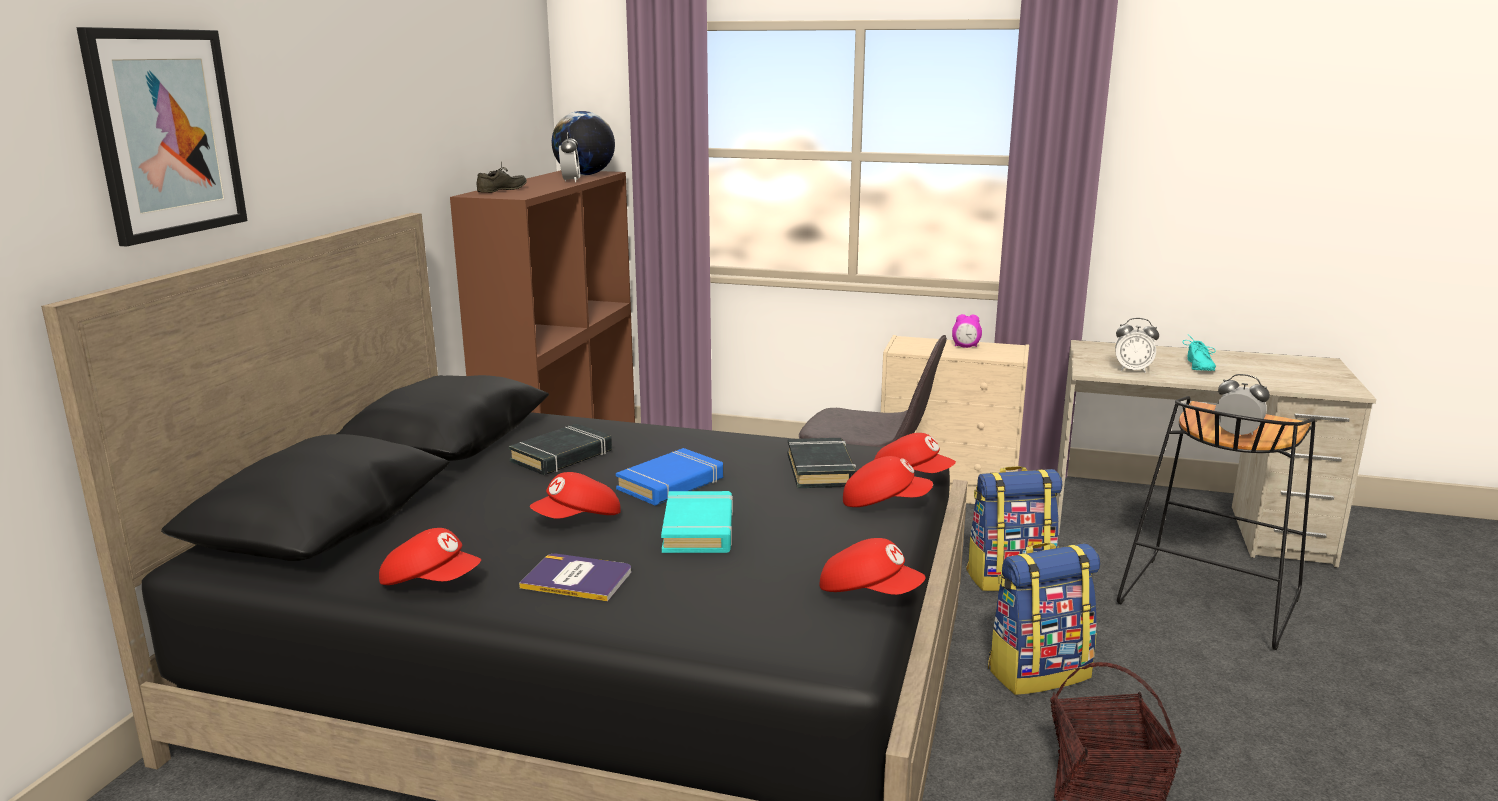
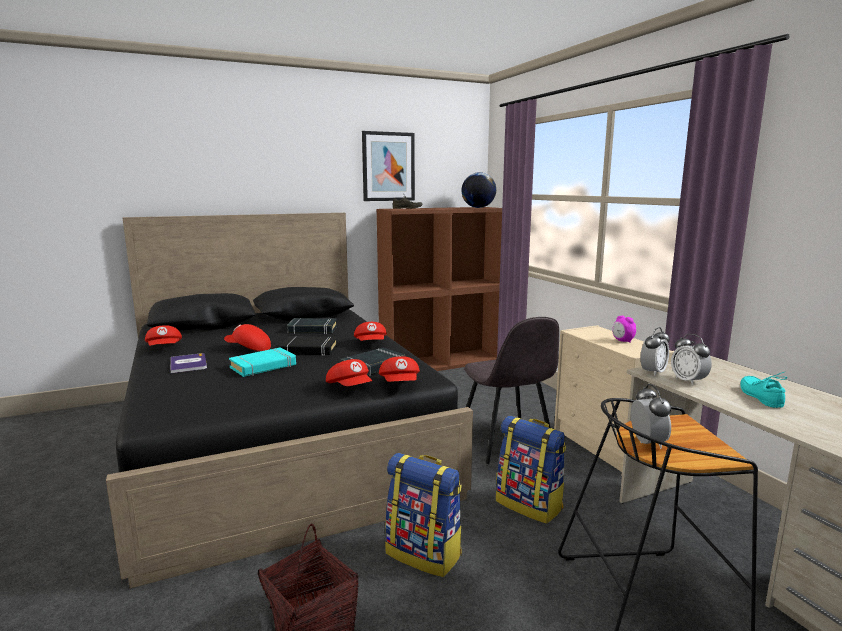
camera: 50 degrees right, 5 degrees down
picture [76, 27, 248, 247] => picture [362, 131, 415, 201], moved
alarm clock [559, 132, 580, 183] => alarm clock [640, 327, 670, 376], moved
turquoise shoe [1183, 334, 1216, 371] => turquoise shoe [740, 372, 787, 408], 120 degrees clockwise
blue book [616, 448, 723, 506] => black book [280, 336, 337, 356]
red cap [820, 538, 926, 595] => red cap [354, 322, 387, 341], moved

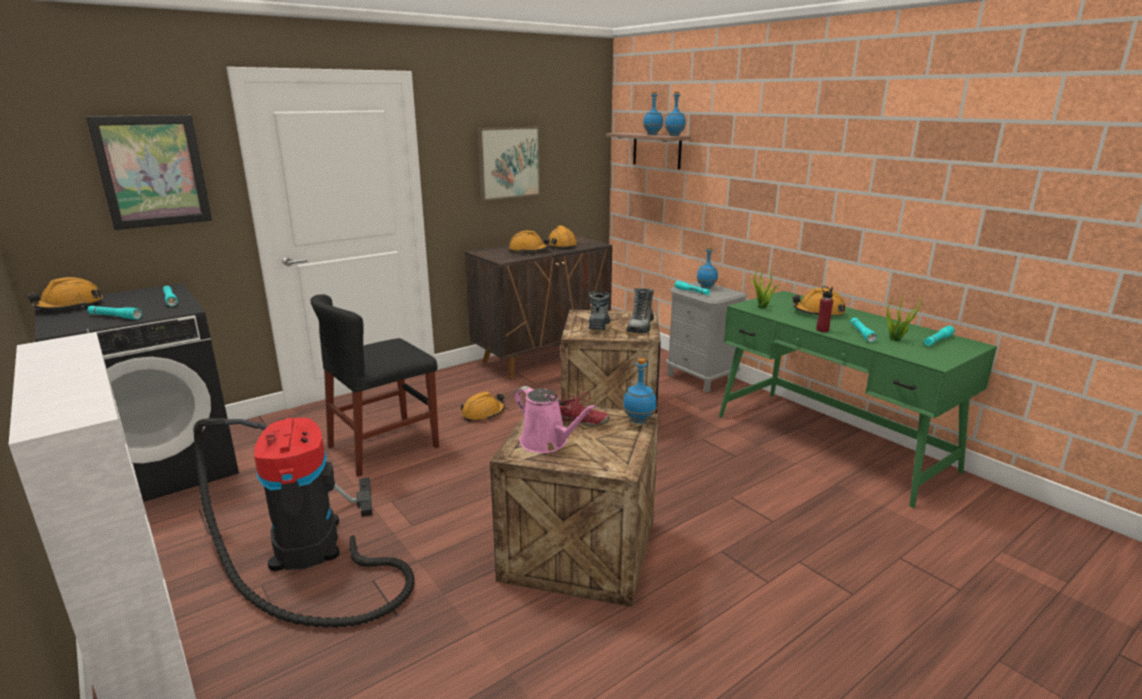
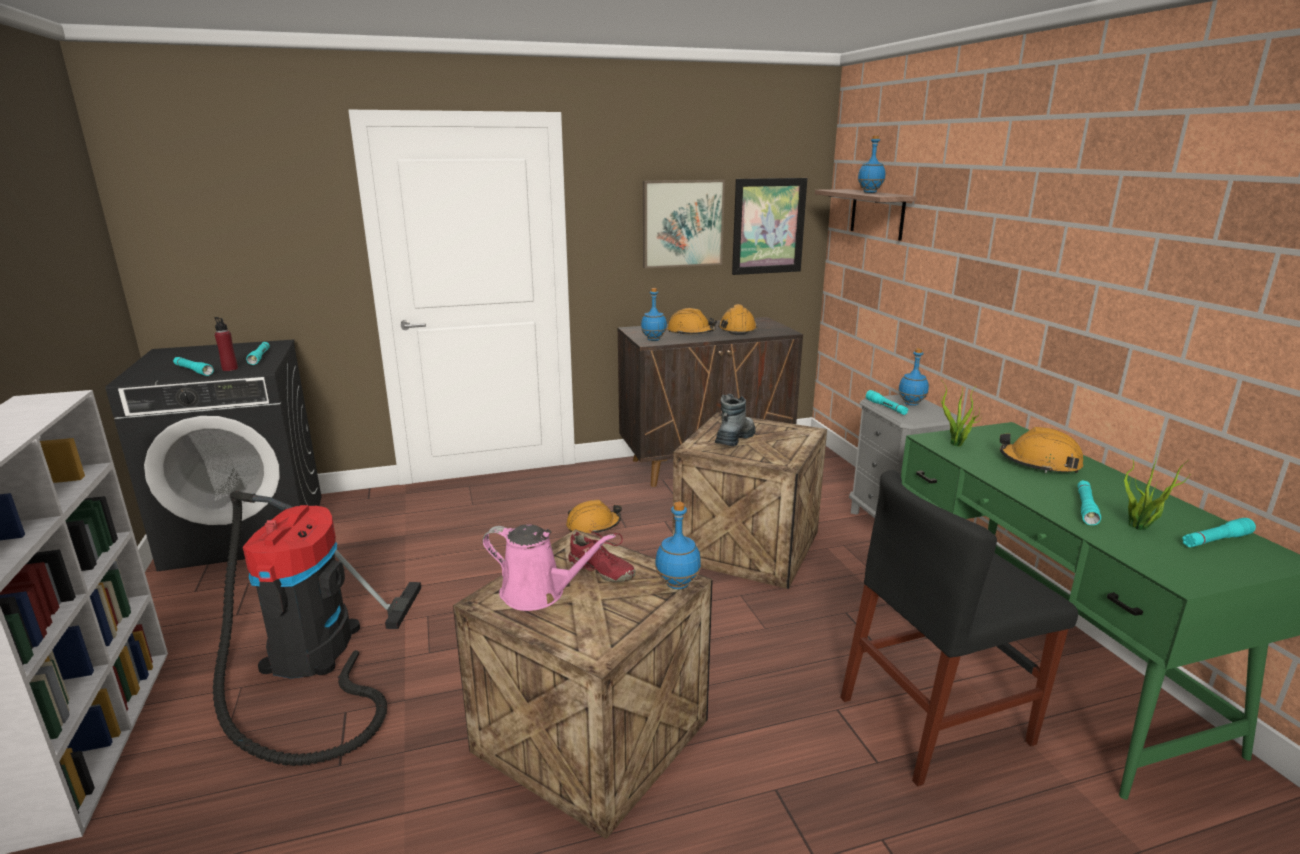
camera: 20 degrees right, 0 degrees up
blue bottle [665, 91, 686, 136] => blue bottle [641, 288, 667, 341], moved
picture [86, 115, 212, 230] => picture [732, 178, 807, 275], moved
orange hard hat [27, 277, 103, 309] => nothing
red bottle [816, 286, 833, 332] => red bottle [215, 317, 238, 371], moved
boot [626, 288, 654, 333] => nothing
black chair [310, 294, 439, 477] => black chair [840, 470, 1078, 786], moved
pink watering can [514, 386, 597, 453] => pink watering can [483, 524, 615, 611], 45 degrees counterclockwise

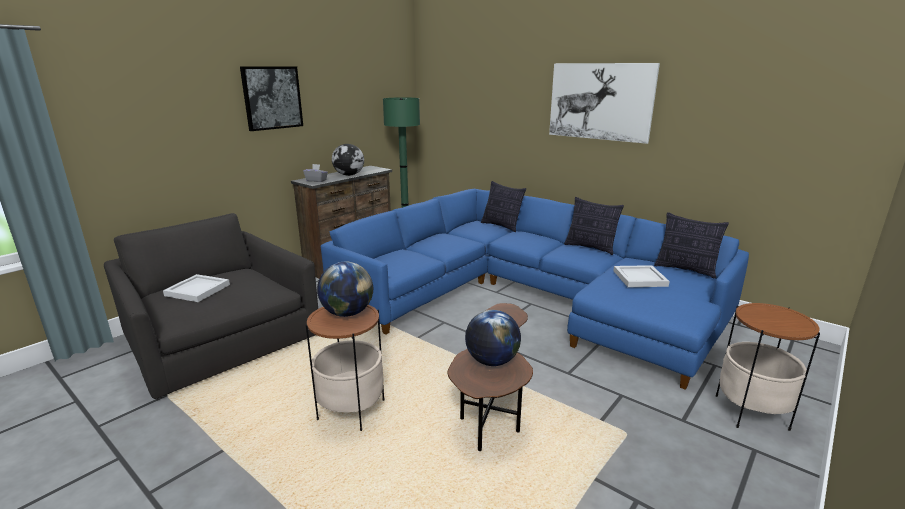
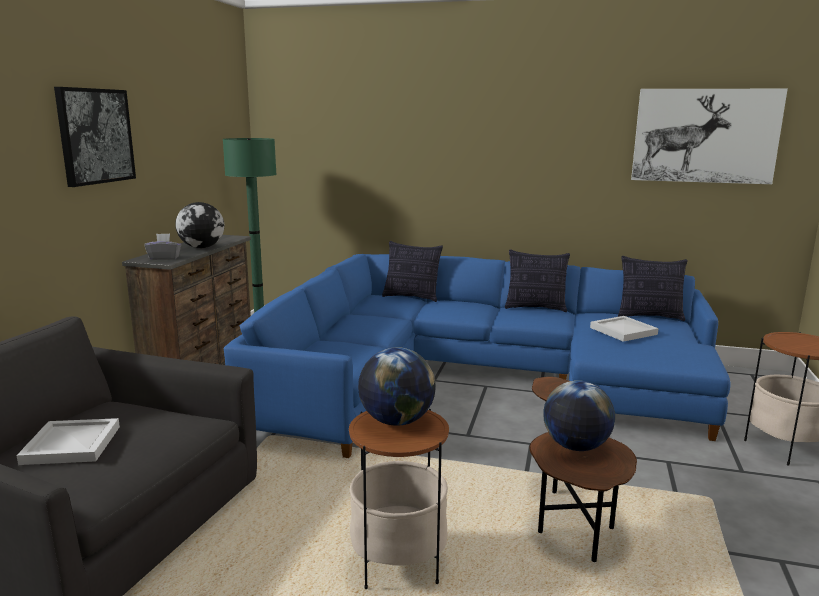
camera: 25 degrees left, 5 degrees down
picture [549, 63, 660, 144] => picture [631, 89, 788, 184], moved

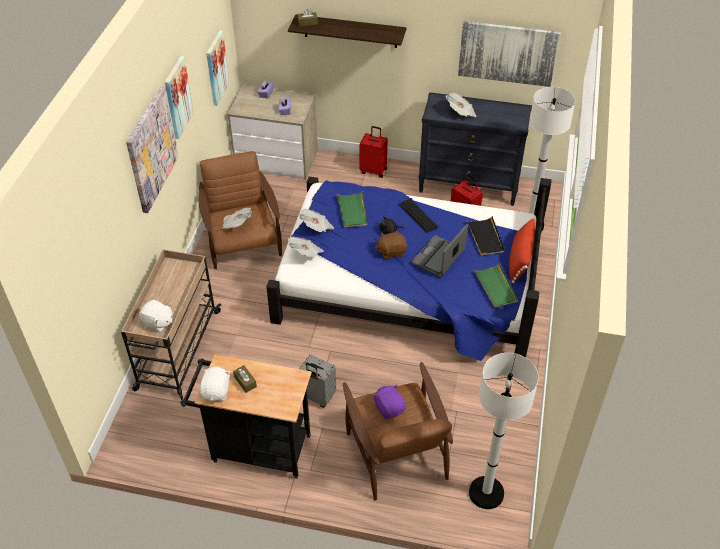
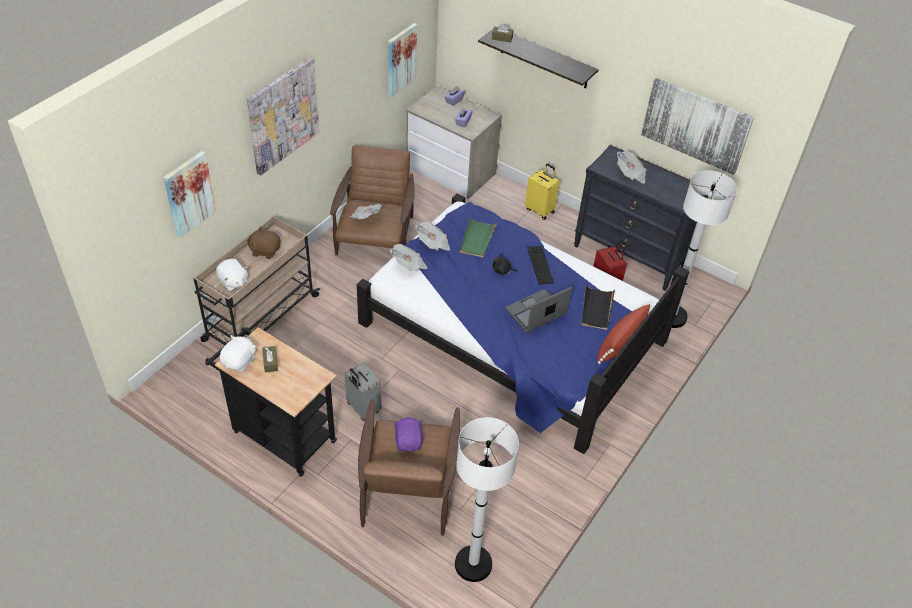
camera: 20 degrees right, 0 degrees up
picture [165, 56, 194, 139] => picture [163, 151, 216, 238], moved
red suitcase [359, 126, 388, 178] => yellow suitcase [525, 164, 560, 220]
brown plush toy [375, 232, 407, 260] => brown plush toy [247, 228, 281, 259], moved
green tray [473, 263, 518, 308] => nothing

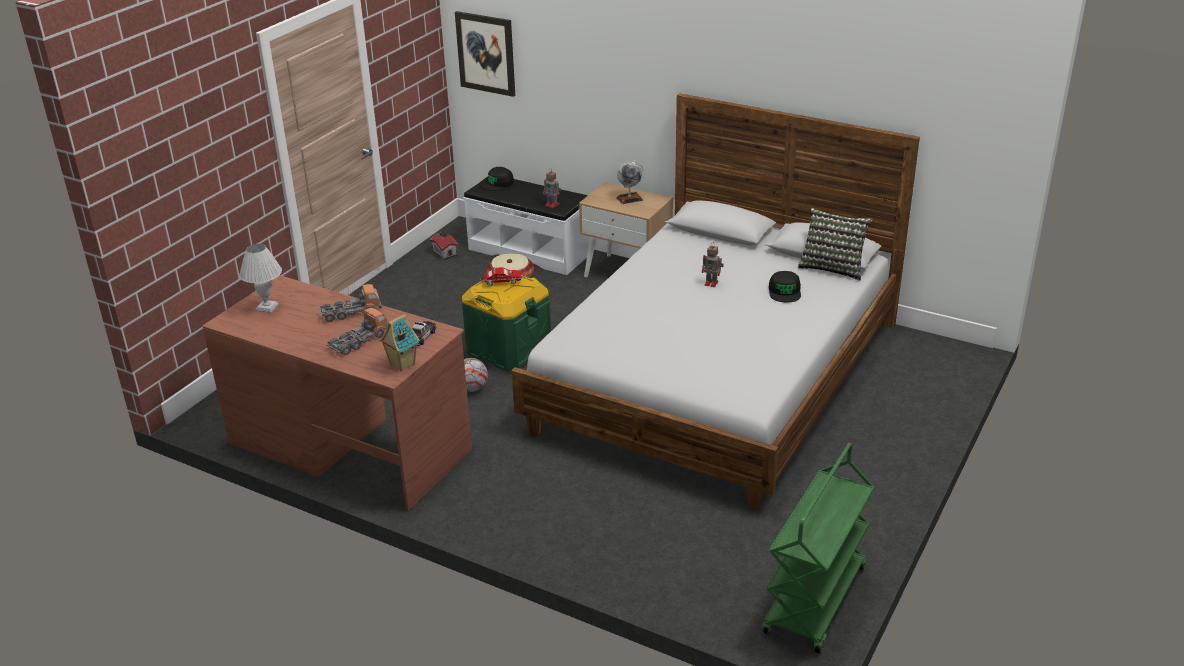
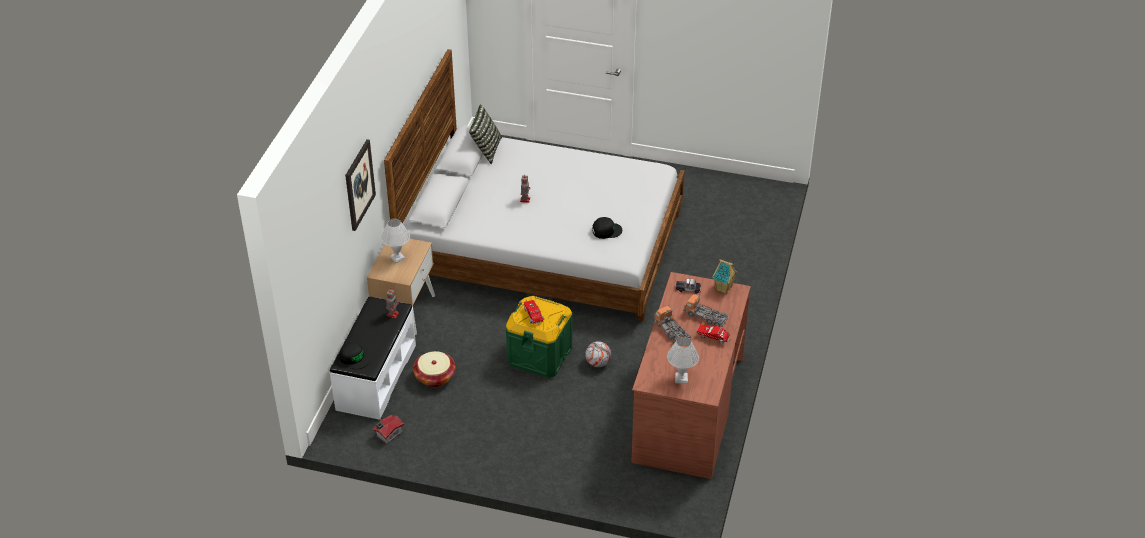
camera: 105 degrees left, 10 degrees up
picture [455, 11, 515, 97] => picture [345, 139, 376, 231], moved
globe [617, 160, 643, 204] => white table lamp [381, 218, 410, 263]
black cap [769, 271, 801, 303] => black cap [592, 217, 622, 239], moved
green cart [762, 443, 874, 653] => nothing
nothing => toy truck [697, 324, 731, 344]

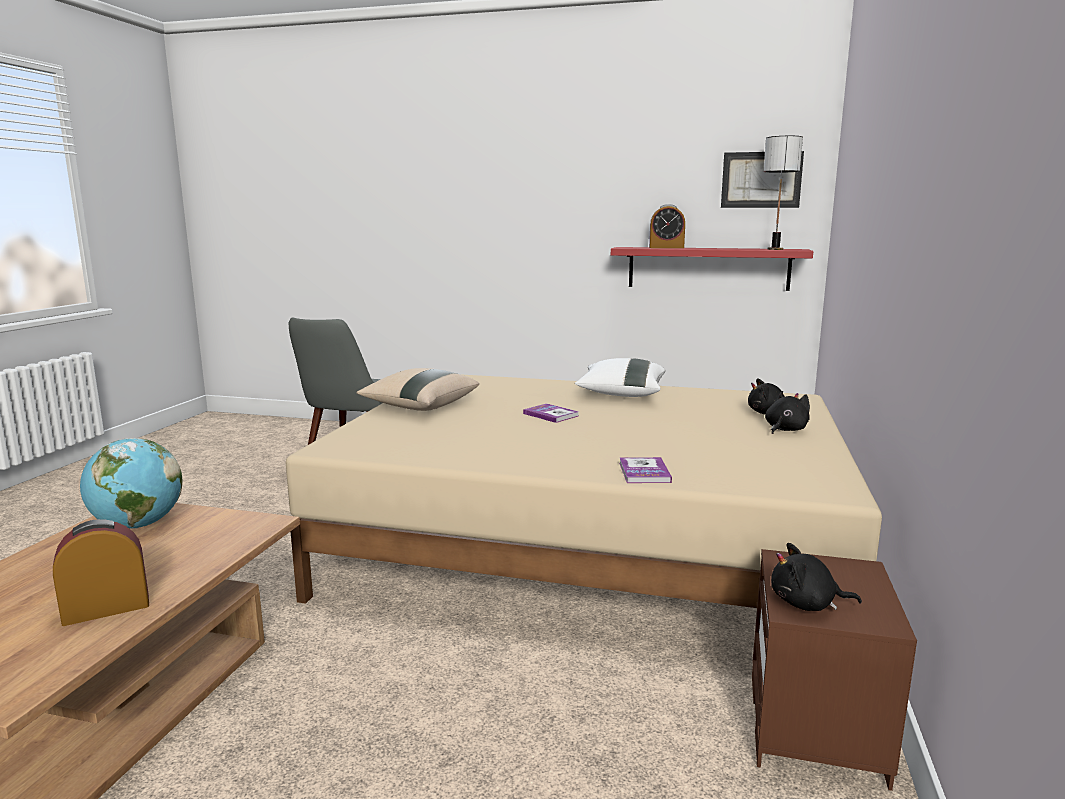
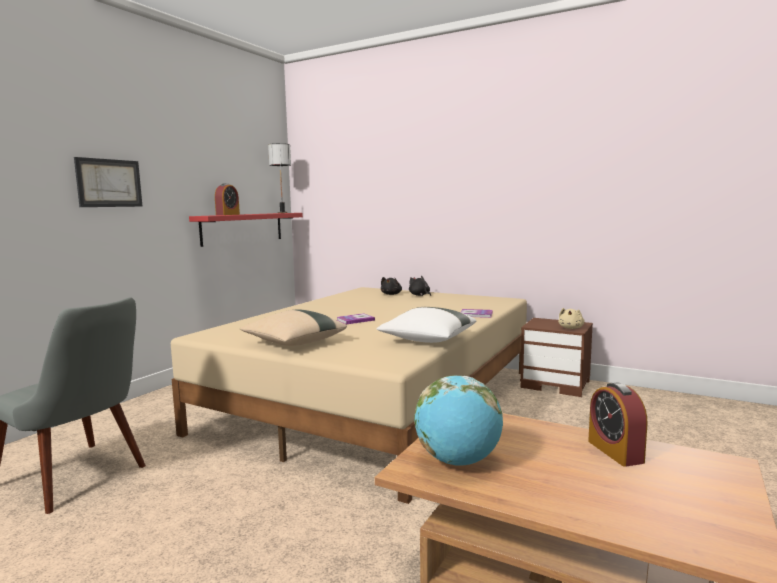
camera: 75 degrees left, 5 degrees down
picture [721, 151, 804, 208] => picture [74, 157, 142, 207], moved
white pillow [575, 358, 665, 397] => white pillow [377, 307, 476, 343], moved
black plush toy [771, 543, 862, 611] => beige plush toy [558, 308, 585, 329]

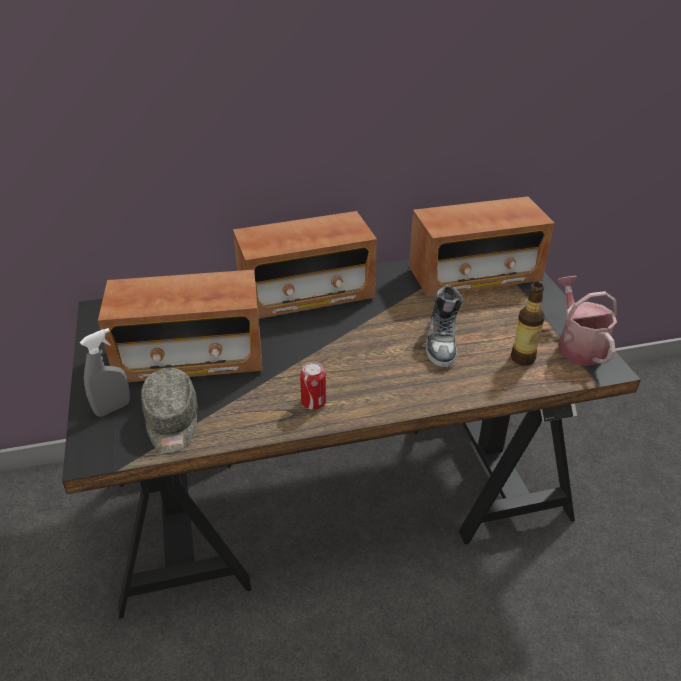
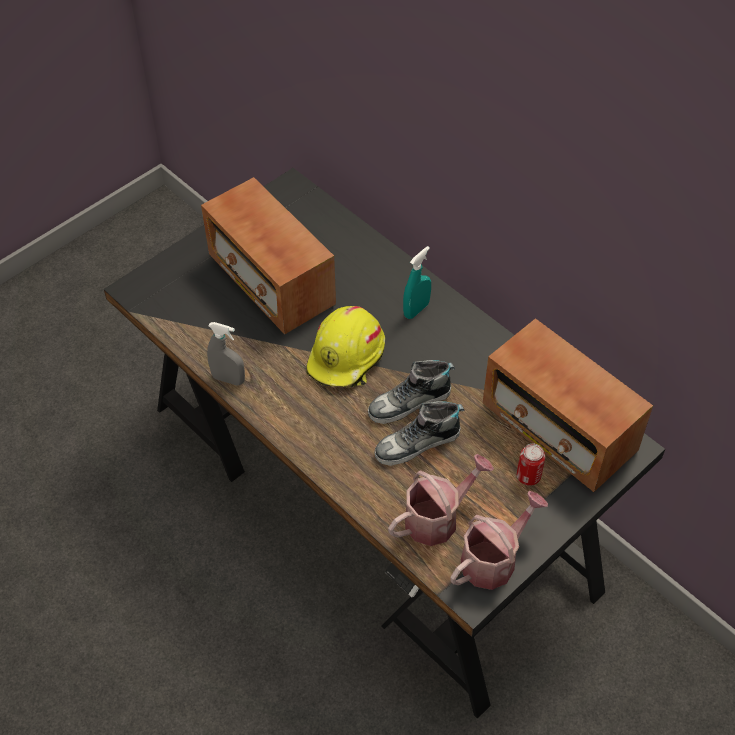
camera: 60 degrees right, 15 degrees up
radio [233, 211, 377, 319] => turquoise spray bottle [403, 246, 431, 319]
bottle [511, 283, 545, 365] => watering can [388, 454, 494, 546]
grey spray bottle [80, 328, 130, 417] => grey spray bottle [207, 322, 245, 386], moved
can [300, 362, 326, 410] => can [517, 444, 545, 486], moved
grey cap [141, 368, 198, 453] => nothing
nothing => yellow hard hat [306, 306, 385, 387]
nothing => shoe [368, 360, 455, 424]

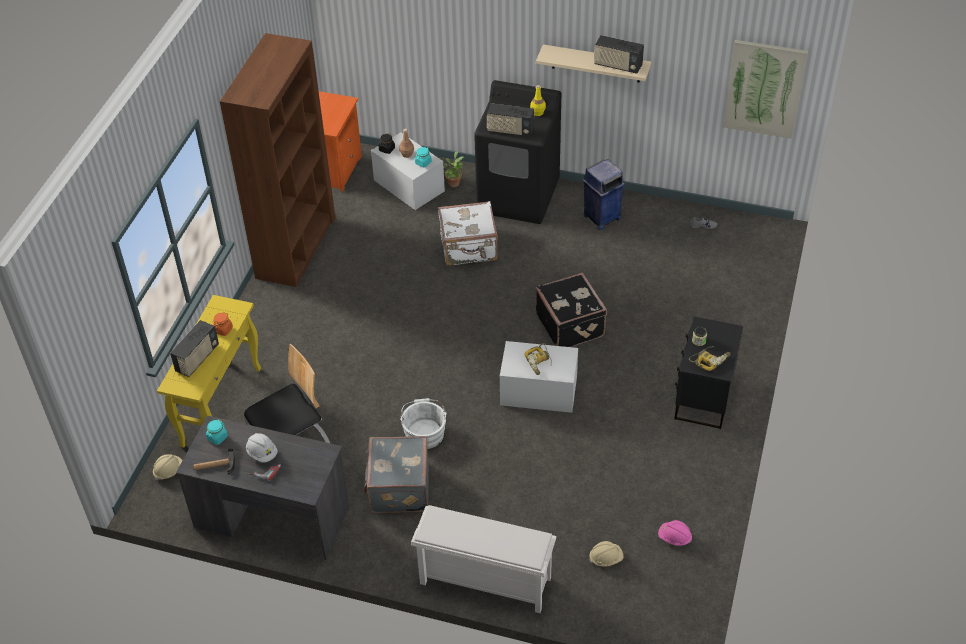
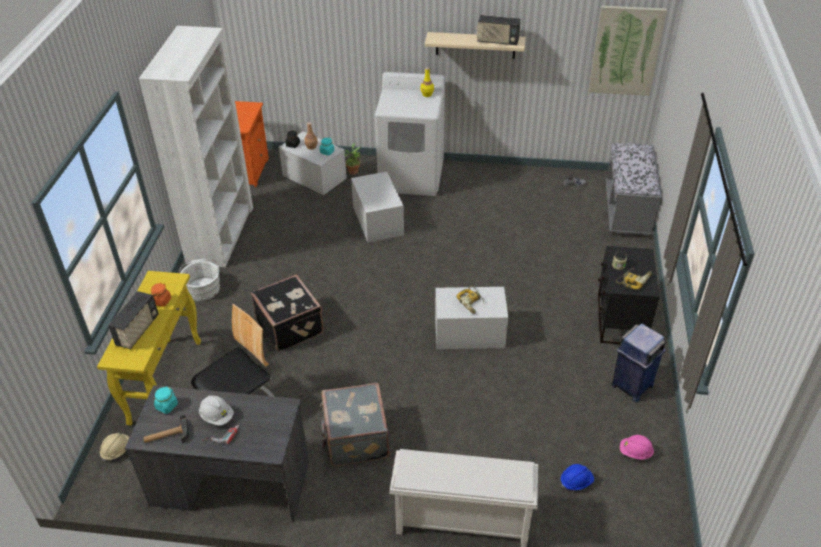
camera: 10 degrees left, 5 degrees down
brown bookcase [220, 33, 335, 287] => white bookcase [139, 26, 253, 267]
black washing machine [474, 80, 561, 224] => white washing machine [375, 72, 445, 196]
radio [487, 103, 534, 137] => nothing
blue trash can [582, 159, 625, 230] => blue trash can [611, 323, 666, 402], moved
white suitcase [438, 201, 498, 266] => white storage box [351, 172, 404, 242]
black suitcase [535, 273, 607, 347] => black suitcase [251, 275, 323, 352], moved
white bucket [400, 398, 447, 449] => white bucket [180, 258, 220, 301], moved
beige hard hat [589, 541, 624, 567] => blue hard hat [561, 464, 594, 490]
nothing => grey bench [605, 143, 662, 236]

